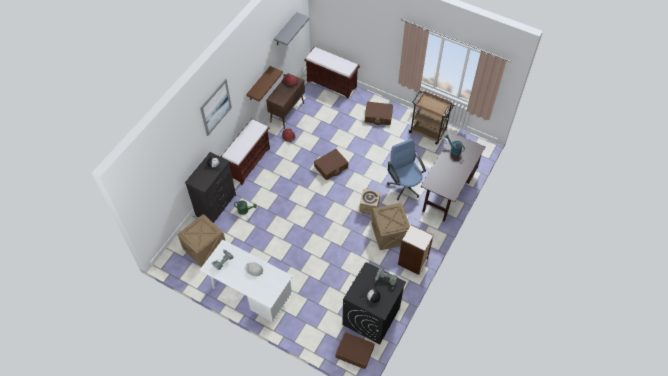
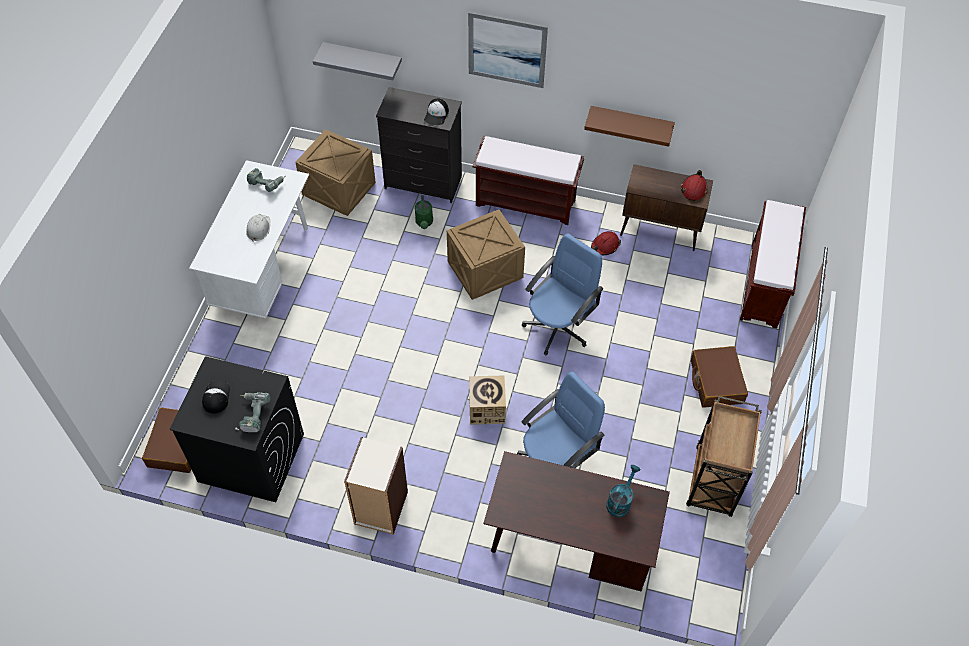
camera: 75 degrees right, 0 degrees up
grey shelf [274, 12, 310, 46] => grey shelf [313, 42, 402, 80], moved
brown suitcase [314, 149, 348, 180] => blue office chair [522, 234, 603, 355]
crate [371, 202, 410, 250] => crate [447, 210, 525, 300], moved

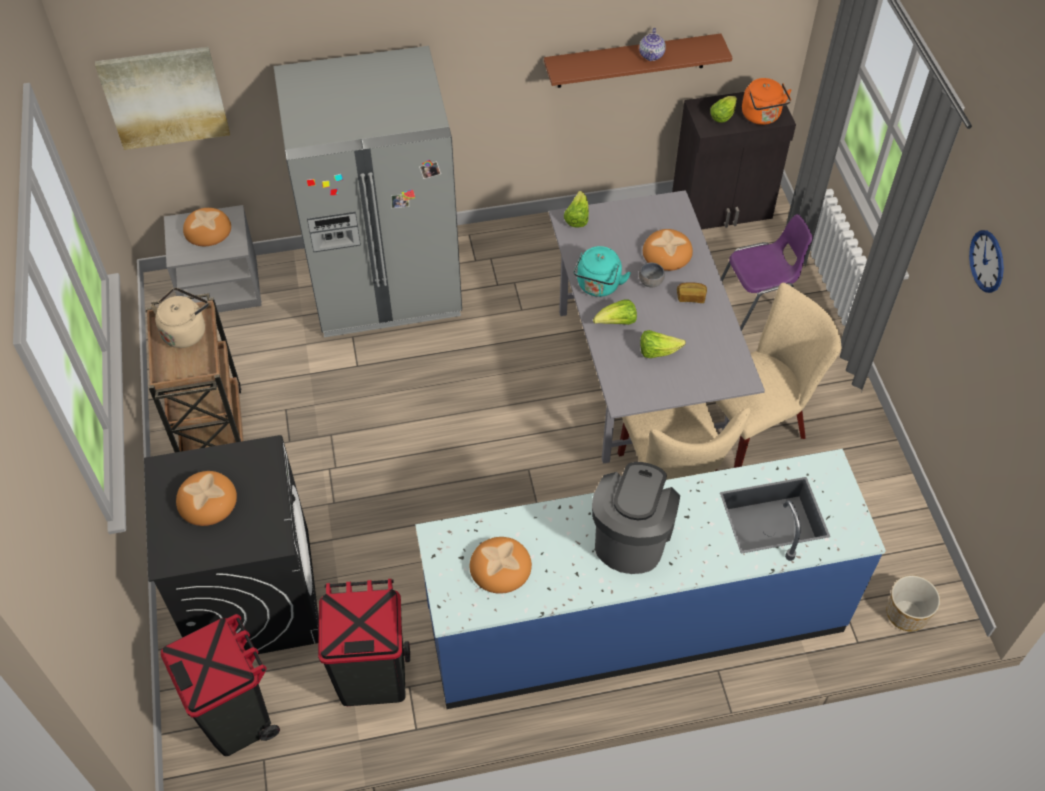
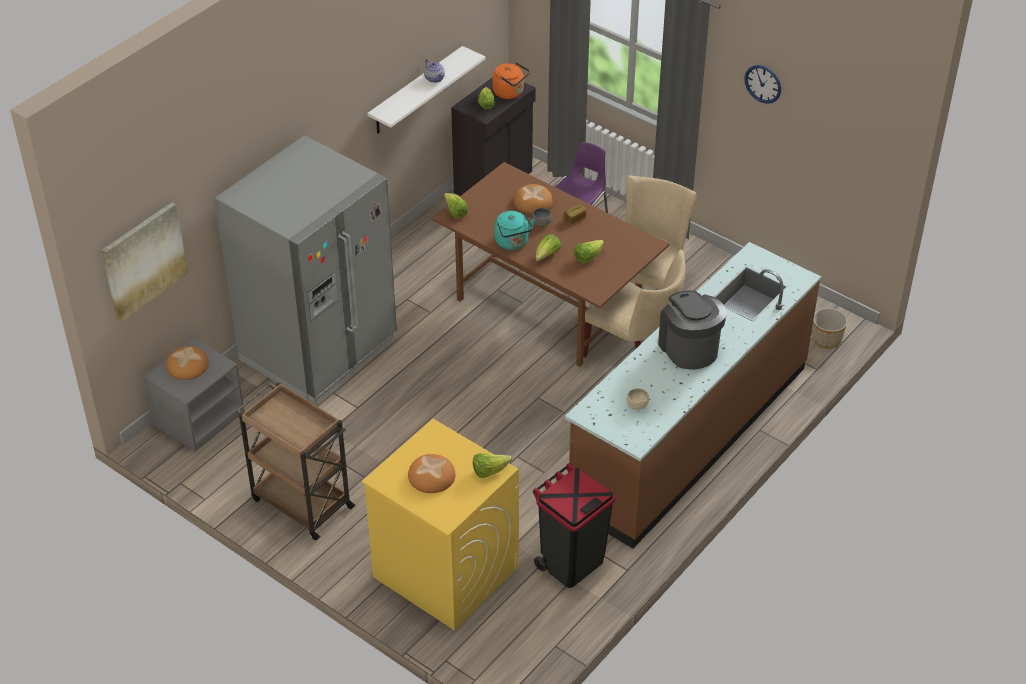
camera: 40 degrees left, 10 degrees down
brown shelf [544, 33, 733, 88] => white shelf [367, 46, 486, 134]
grey dining table [549, 190, 765, 463] => brown dining table [432, 162, 669, 367]
beige kettle [151, 288, 208, 348] => nothing
black washing machine [144, 435, 319, 654] => yellow washing machine [362, 419, 519, 631]
blue counter [415, 449, 886, 709] => brown counter [565, 242, 821, 548]
bread [470, 537, 532, 594] => beige bowl [627, 388, 649, 410]
black trash can [161, 614, 280, 756] => nothing
nothing => lettuce [473, 453, 512, 478]

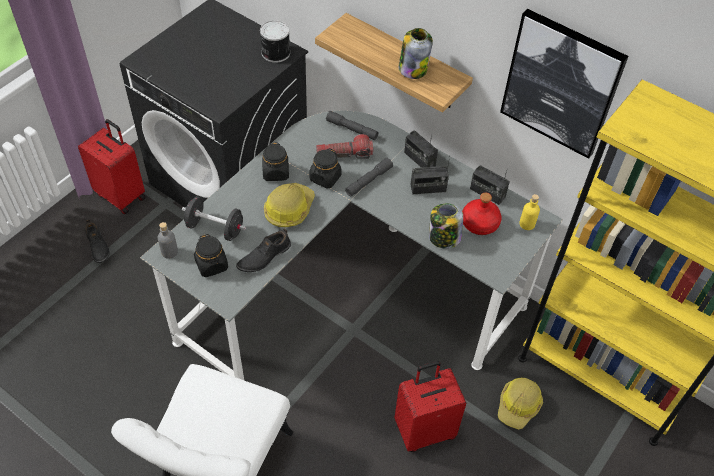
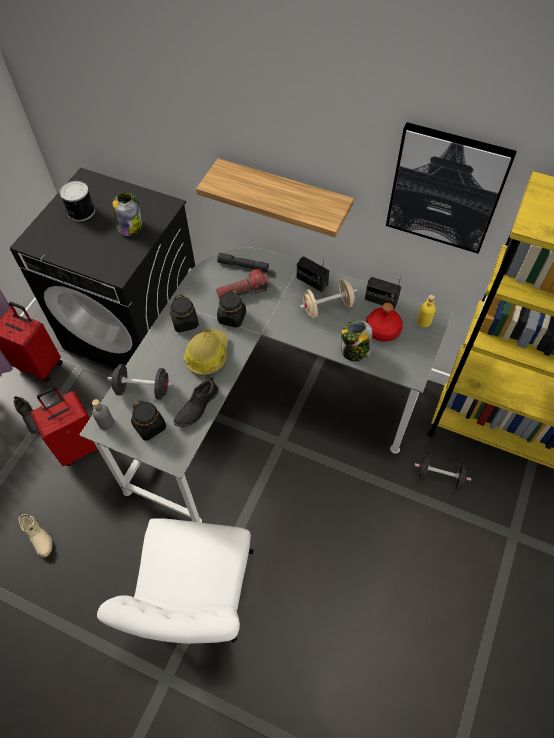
camera: 10 degrees left, 5 degrees up
can [260, 20, 290, 63] => can [59, 181, 95, 221], moved
jar [399, 28, 433, 79] => jar [113, 192, 142, 236], moved
radio [410, 156, 450, 194] => beige dumbbell [299, 279, 357, 318]
grey flashlight [345, 158, 393, 196] => nothing
red suitcase [394, 361, 466, 452] => red suitcase [31, 387, 98, 466], moved
hard hat [498, 378, 543, 430] => black dumbbell [414, 454, 471, 490]
nothing => beige shoe [18, 513, 53, 557]

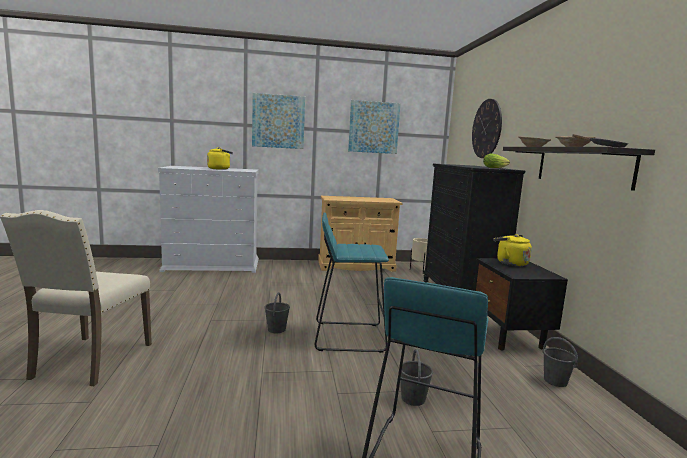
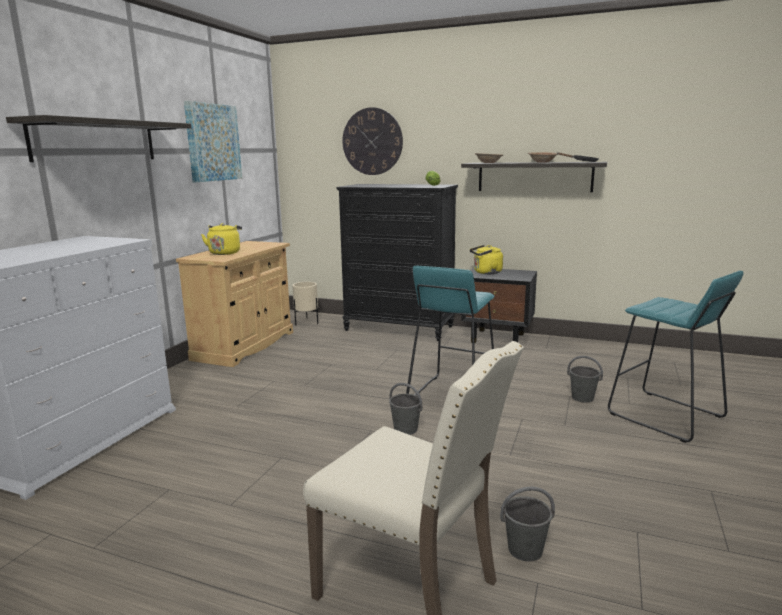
camera: 60 degrees left, 5 degrees up
picture [252, 93, 305, 149] => shelf [6, 115, 191, 162]
yellow kettle [207, 147, 233, 170] => yellow kettle [201, 223, 242, 255], moved
grey bucket [543, 337, 578, 387] => grey bucket [500, 487, 555, 561], moved

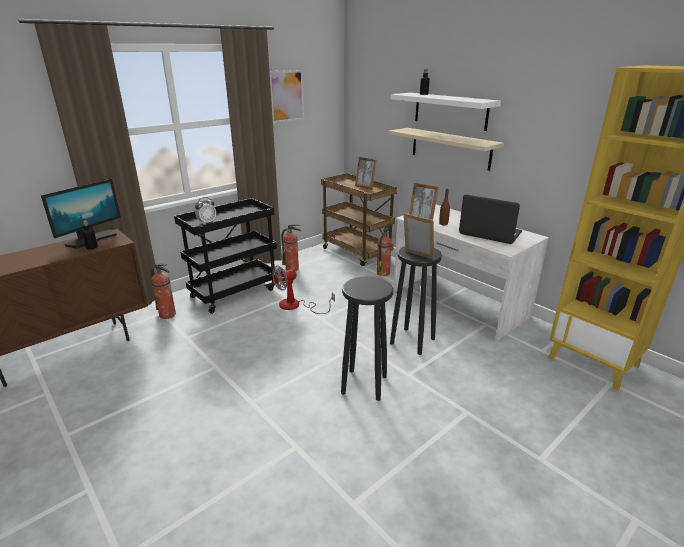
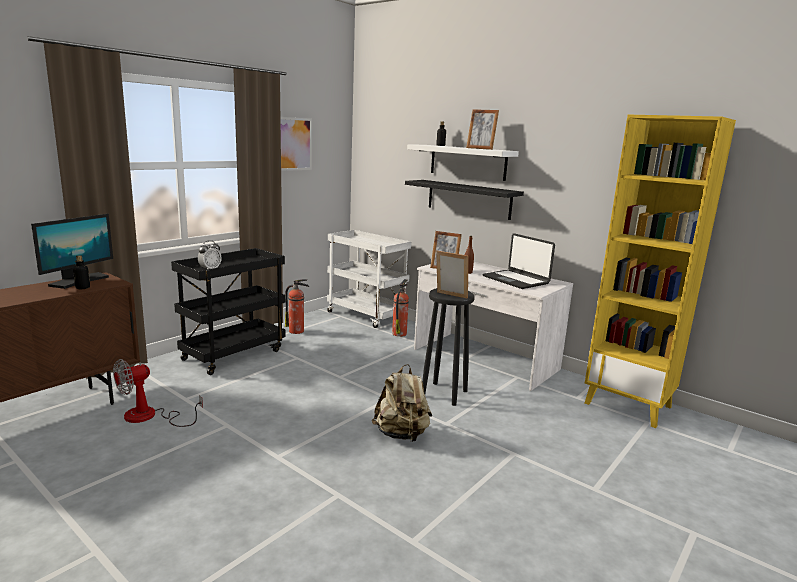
camera: 10 degrees left, 10 degrees down
beige shelf [389, 128, 504, 171] => black shelf [405, 180, 524, 220]
picture frame [355, 157, 377, 190] => picture frame [466, 109, 499, 150], moved
brown cart [321, 173, 397, 266] => white cart [327, 230, 411, 328]
laptop [459, 195, 522, 244] => laptop [483, 233, 555, 289], 150 degrees counterclockwise
fire extinguisher [151, 263, 176, 319] => nothing
fan [272, 266, 335, 314] => fan [113, 359, 203, 427], moved
black stool [341, 276, 393, 401] => beige backpack [372, 364, 432, 442]

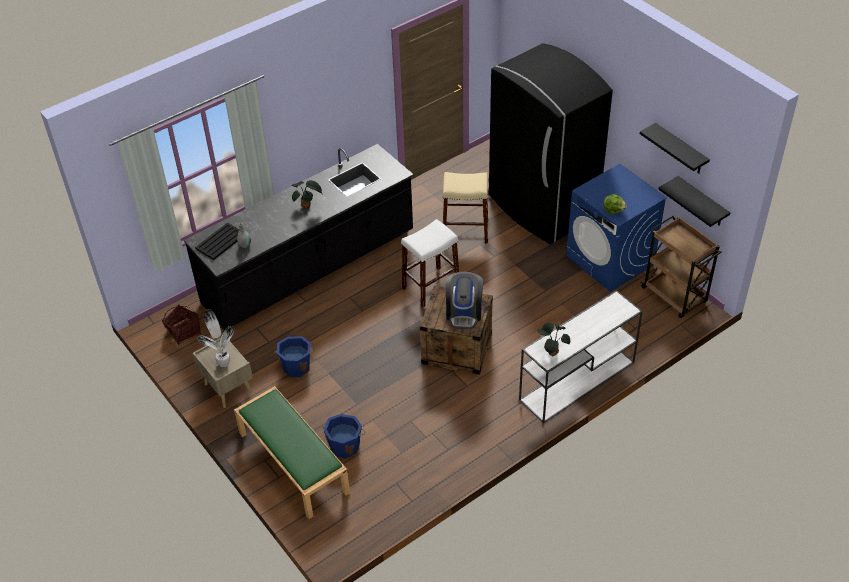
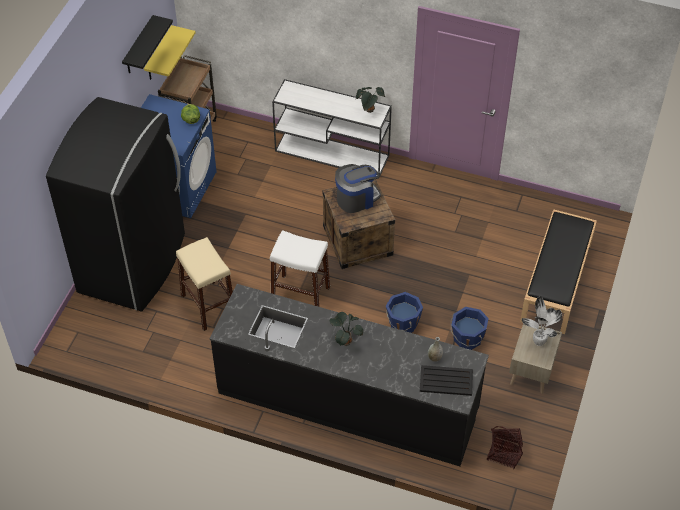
camera: 125 degrees left, 5 degrees up
black shelf [658, 176, 730, 227] => yellow shelf [144, 25, 196, 80]
green bench [234, 386, 350, 519] => black bench [520, 209, 597, 334]
blue bucket [323, 414, 365, 459] => blue bucket [386, 292, 423, 333], moved

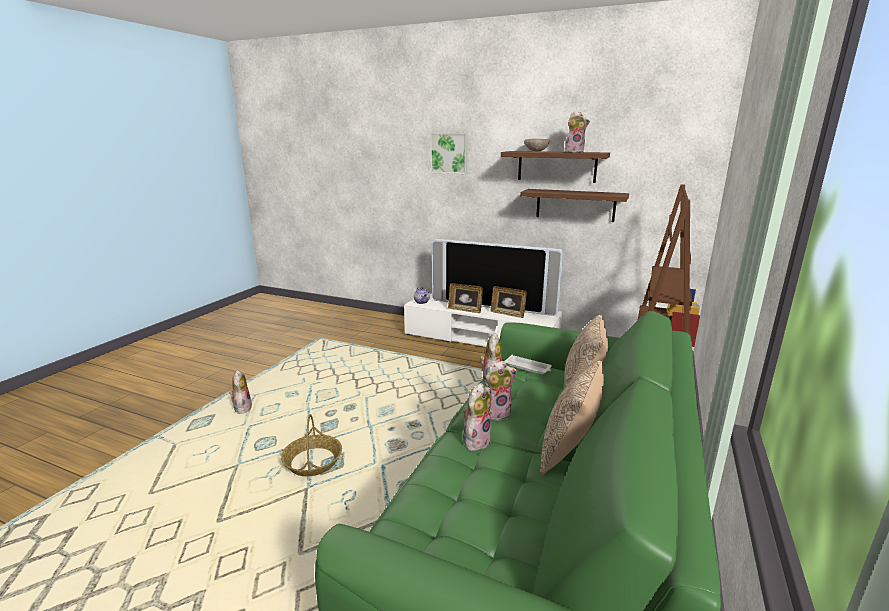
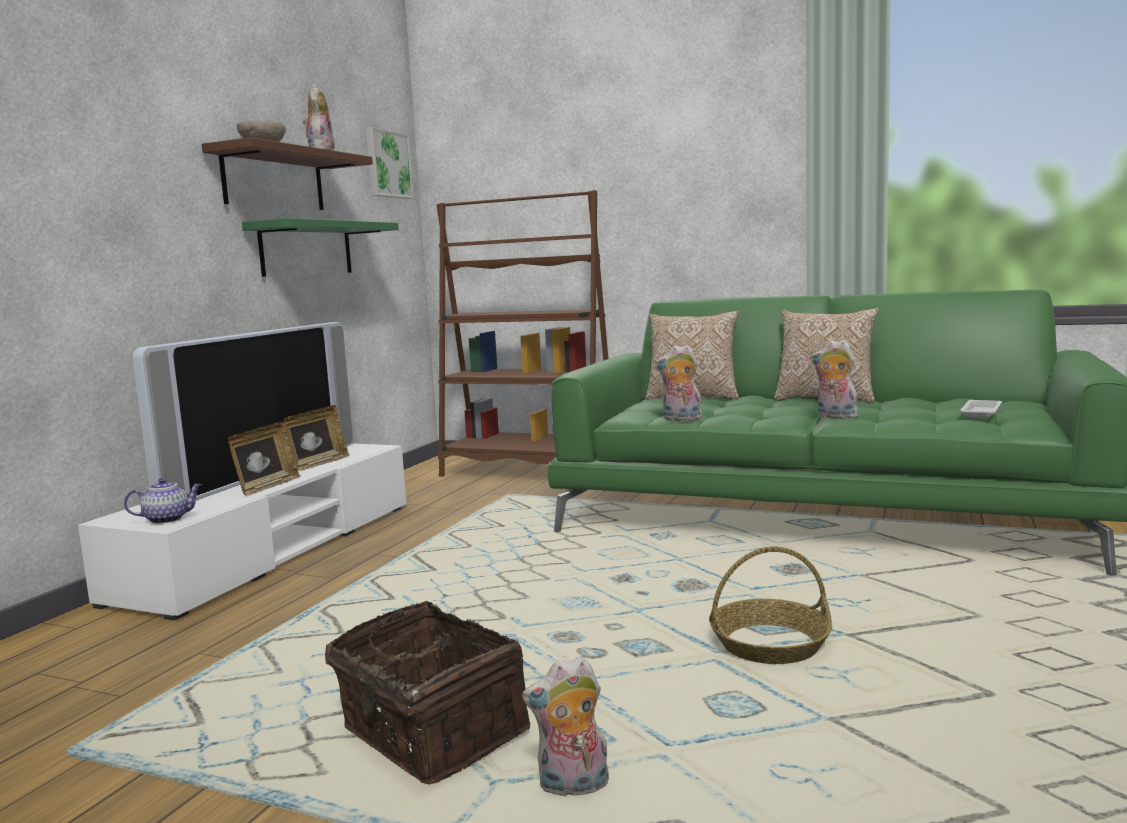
camera: 90 degrees left, 10 degrees down
picture [430, 133, 468, 174] => picture [366, 127, 414, 199], moved
brown shelf [520, 189, 629, 222] => green shelf [242, 218, 399, 277]
white tray [504, 355, 552, 374] => white tray [960, 400, 1002, 418], moved
plush toy [486, 361, 517, 421] => nothing
nothing => basket [325, 601, 531, 784]

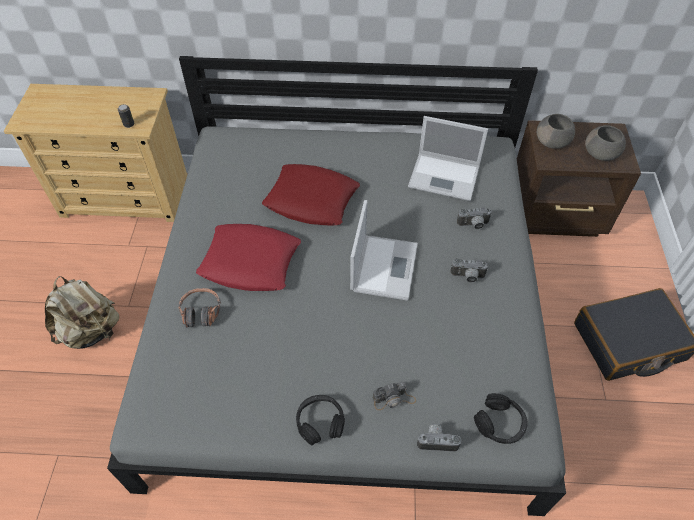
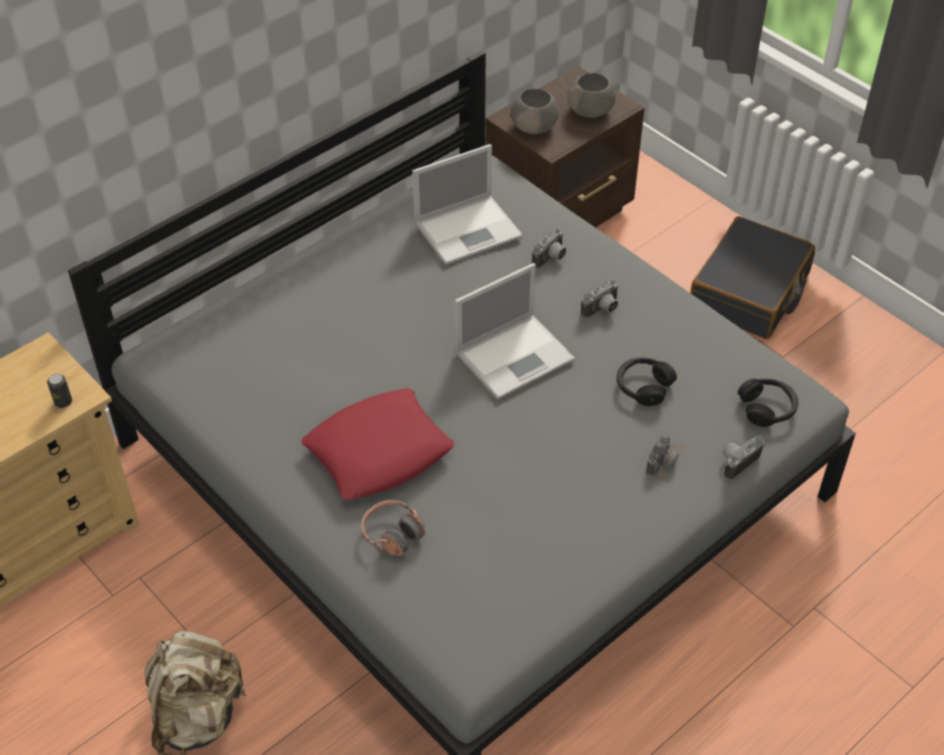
camera: 45 degrees left, 5 degrees down
red pillow [262, 164, 360, 225] => nothing
laptop [350, 200, 418, 300] => laptop [455, 263, 575, 399], 90 degrees clockwise
black headphones [296, 395, 345, 445] => black headphones [617, 358, 677, 406], moved

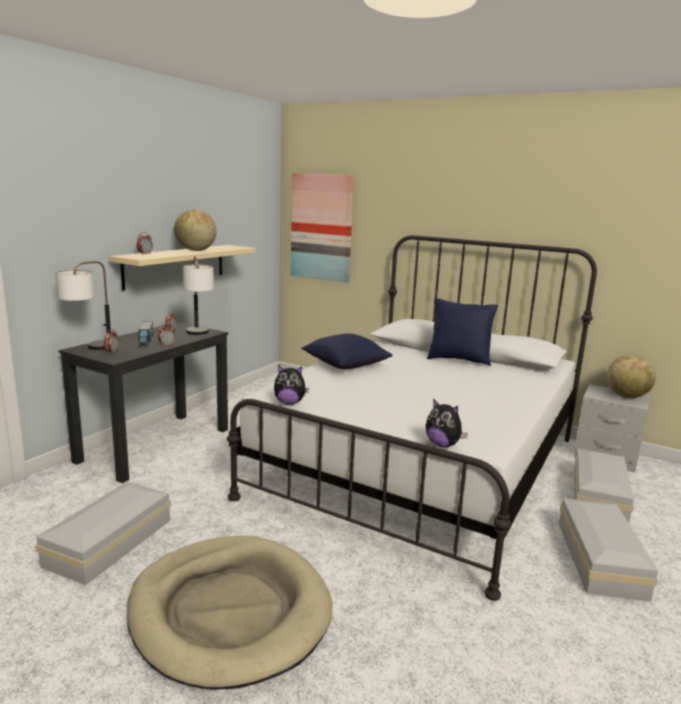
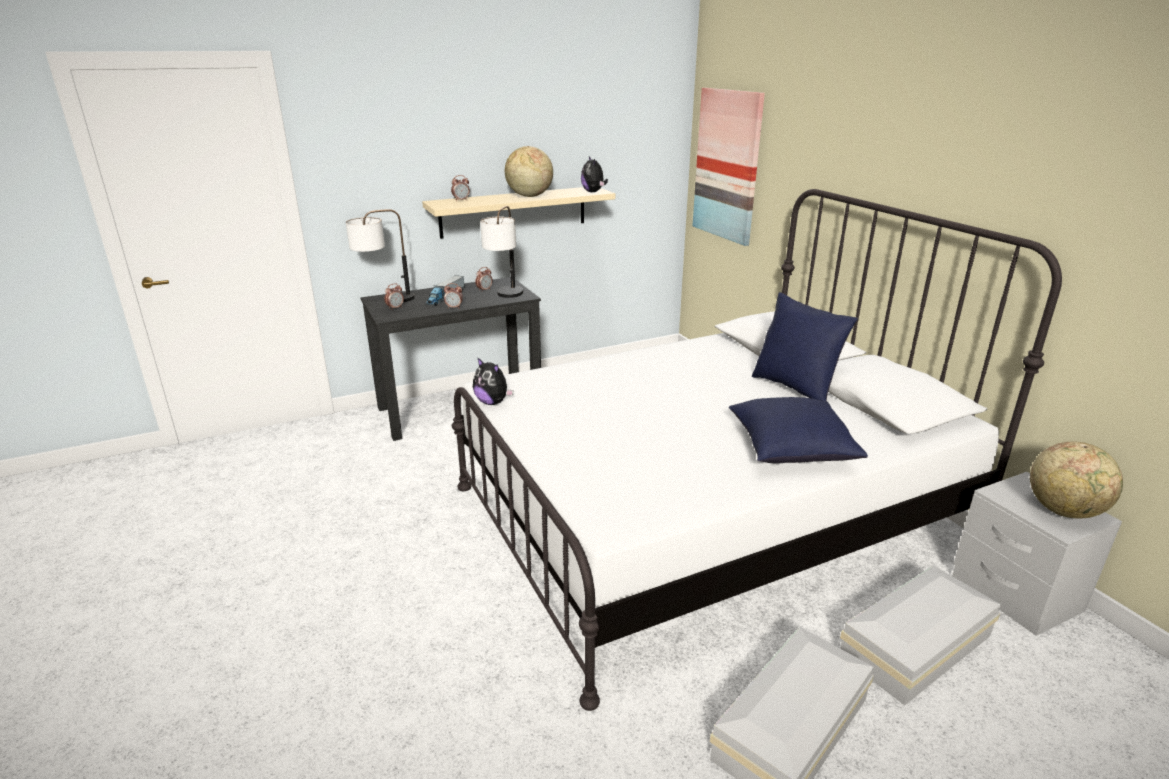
camera: 35 degrees right, 10 degrees up
blue pillow [301, 334, 392, 369] => blue pillow [729, 397, 868, 463], moved
plush toy [426, 399, 468, 447] => plush toy [581, 157, 608, 192], moved
white storage box [35, 481, 171, 585] => nothing
beige dog bed [127, 536, 332, 690] => nothing

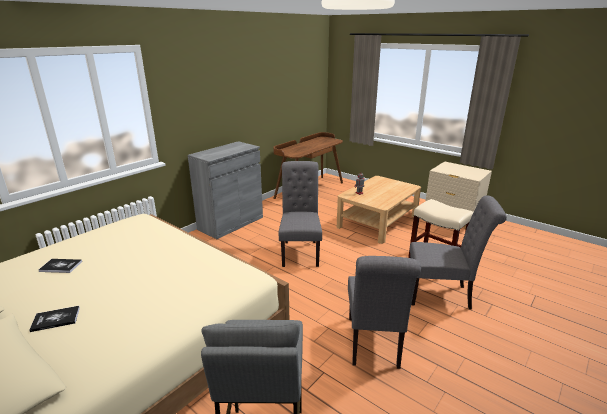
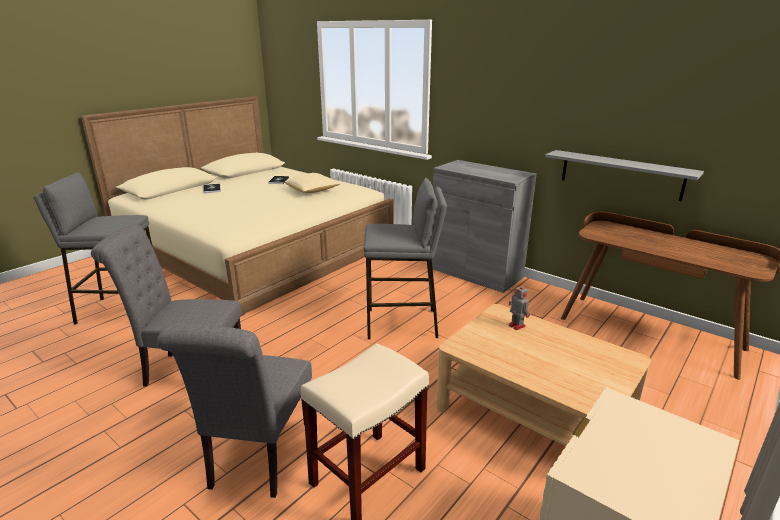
camera: 90 degrees right, 0 degrees up
grey chair [279, 161, 322, 267] => grey stool [363, 178, 447, 340]
nothing => grey shelf [545, 150, 704, 201]
nothing => pillow [285, 173, 341, 193]

